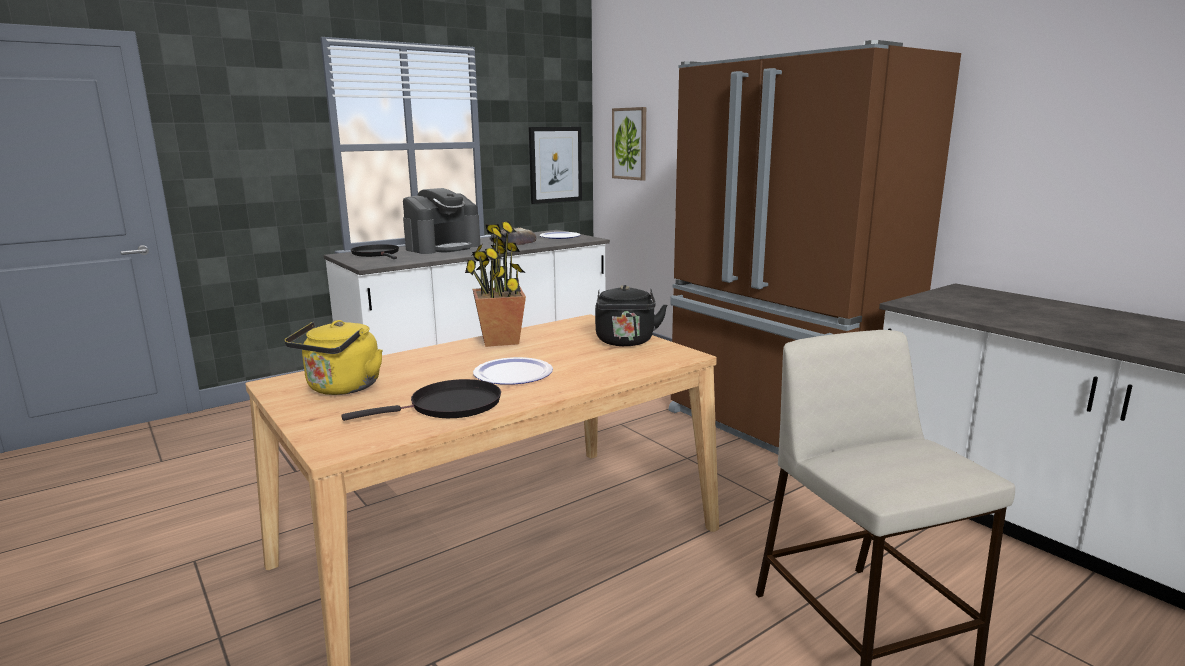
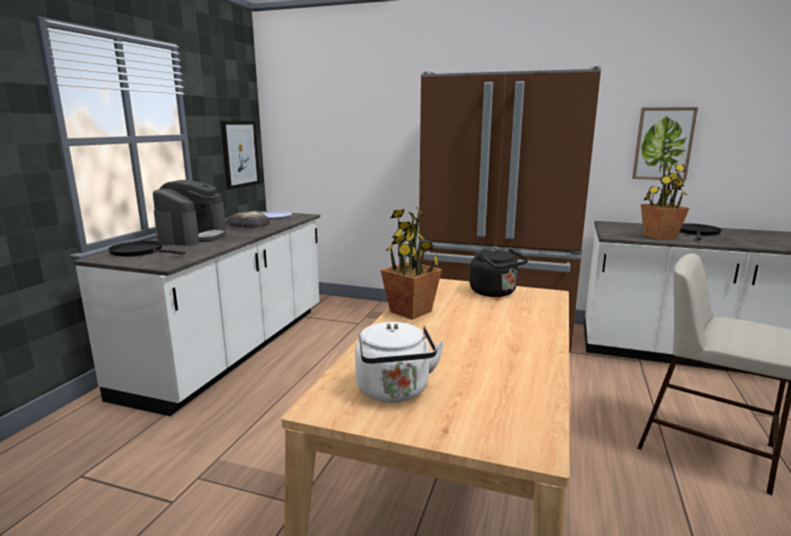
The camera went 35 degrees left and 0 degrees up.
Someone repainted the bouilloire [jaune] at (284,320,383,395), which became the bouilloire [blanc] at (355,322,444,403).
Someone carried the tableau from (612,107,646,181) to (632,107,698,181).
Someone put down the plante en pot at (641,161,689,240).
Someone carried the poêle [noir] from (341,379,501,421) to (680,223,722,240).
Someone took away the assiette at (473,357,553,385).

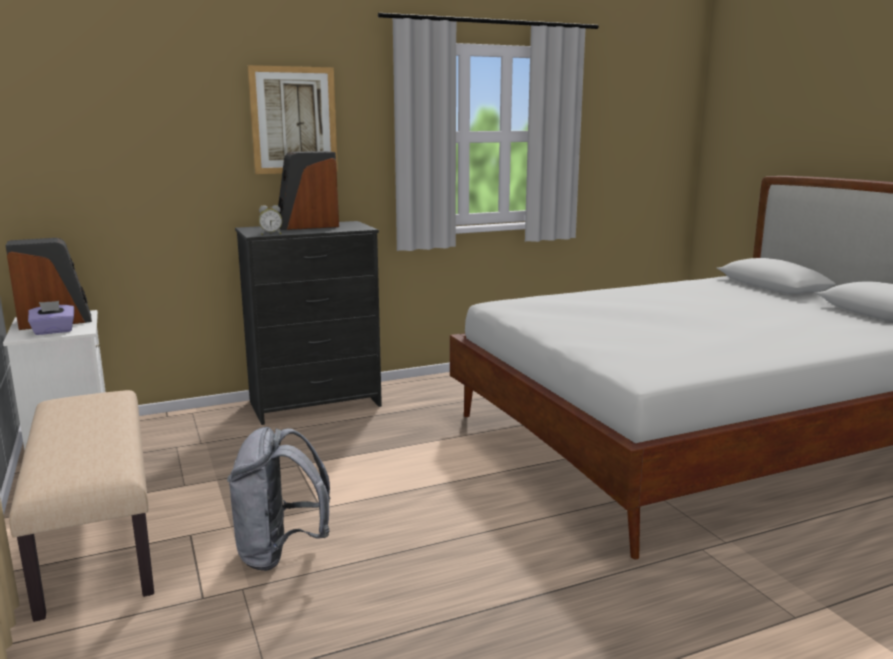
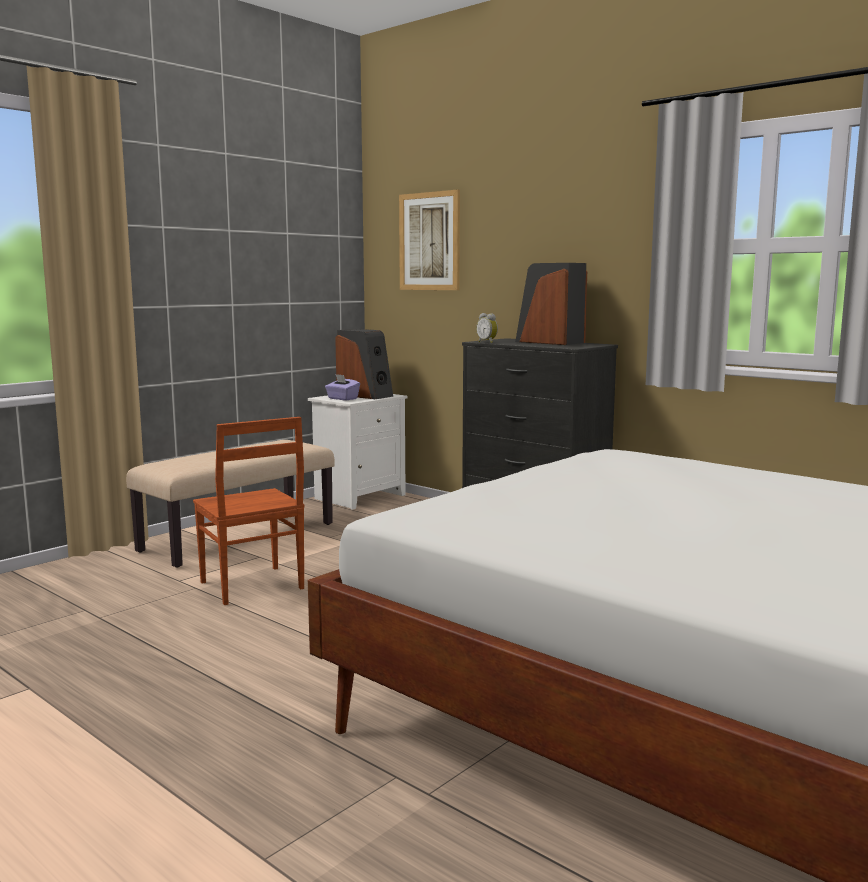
The camera went 65 degrees right and 5 degrees down.
Someone swapped the sac à dos [gris] at (227,427,330,571) for the chaise [marron] at (193,417,305,605).
Someone carried the tableau from (248,65,338,174) to (399,189,460,290).

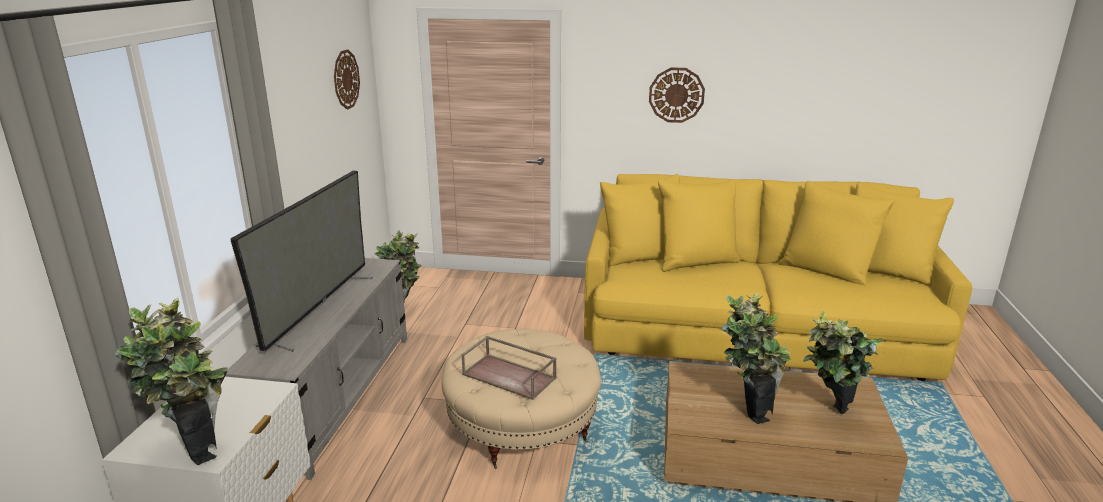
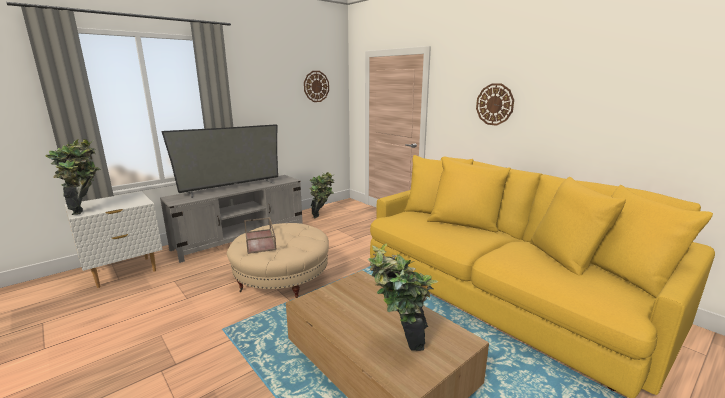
The camera went 40 degrees right and 5 degrees down.
Someone took away the plante en pot at (721,293,791,424).

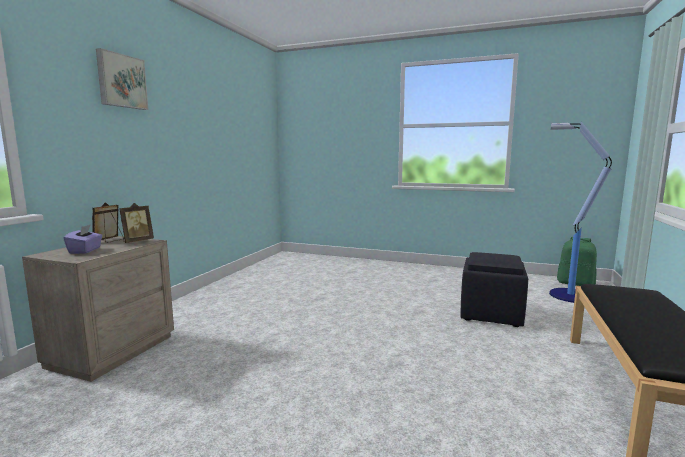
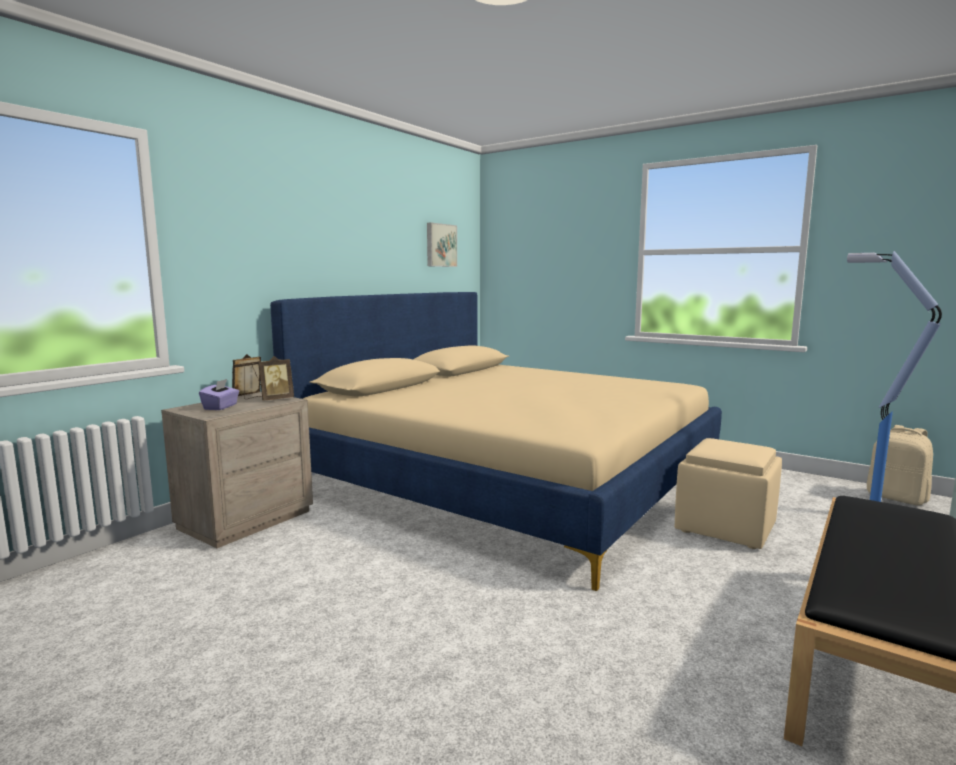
The camera went 15 degrees right and 0 degrees up.
Someone put down the lit [beige] at (270,292,722,591).
Someone carried the tableau from (96,48,149,110) to (427,223,457,267).
Someone repainted the pouf [noir] at (461,252,528,327), which became the pouf [beige] at (675,438,782,549).
Someone repainted the sac à dos [vert] at (557,237,597,286), which became the sac à dos [beige] at (867,425,933,506).

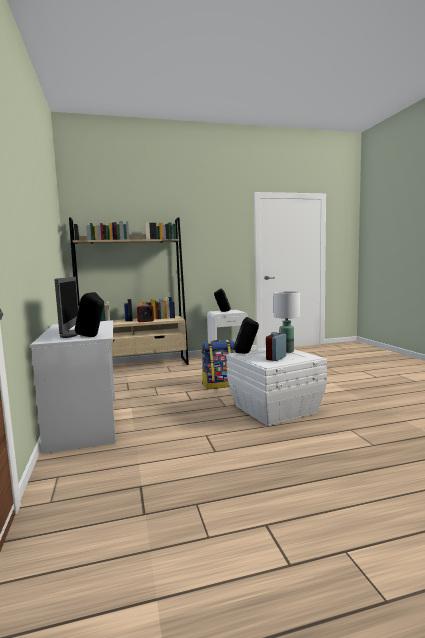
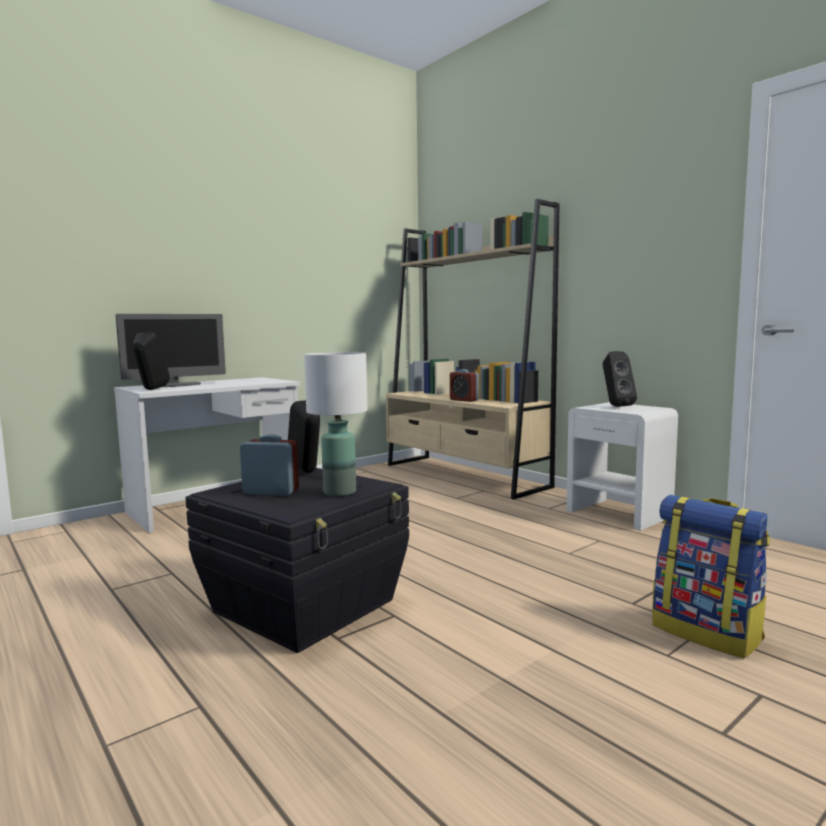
The camera went 65 degrees right and 0 degrees up.
Someone repainted the boîte de rangement [blanc] at (226,348,327,426), which became the boîte de rangement [noir] at (186,468,409,653).
Someone carried the sac à dos from (202,340,234,389) to (652,495,770,658).

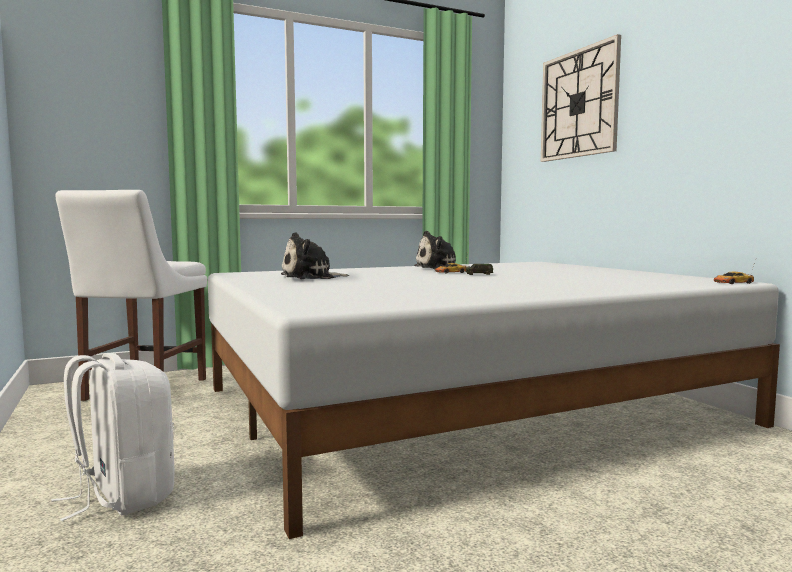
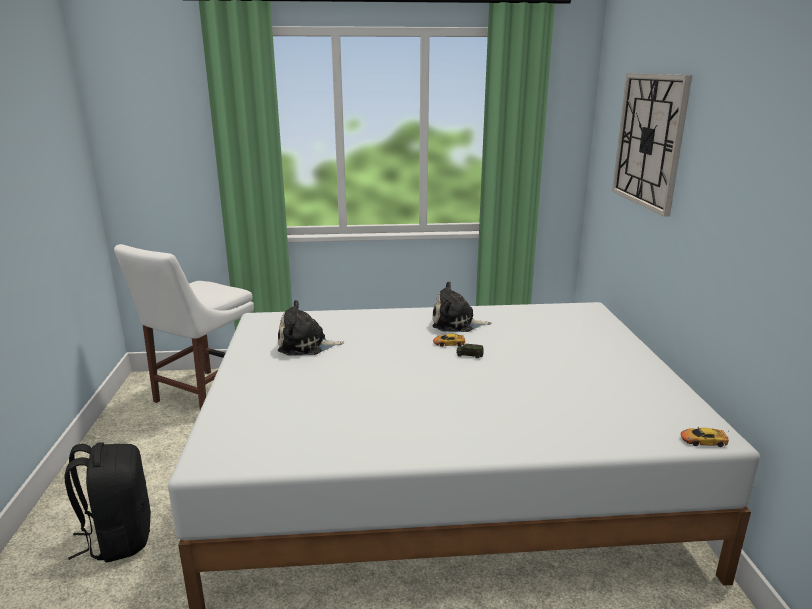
The camera went 20 degrees right and 15 degrees up.
Someone repainted the sac à dos [blanc] at (51,353,175,521), which became the sac à dos [noir] at (64,442,151,562).

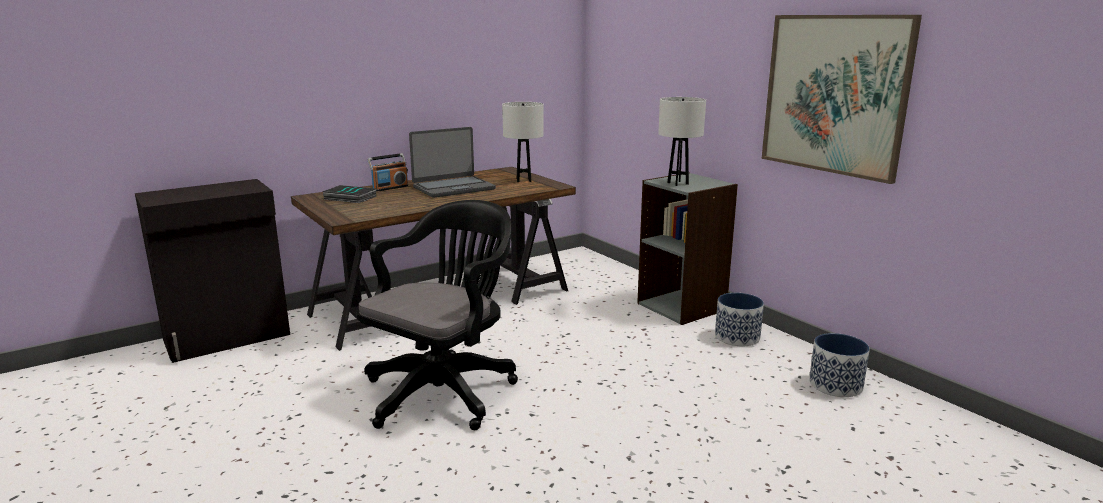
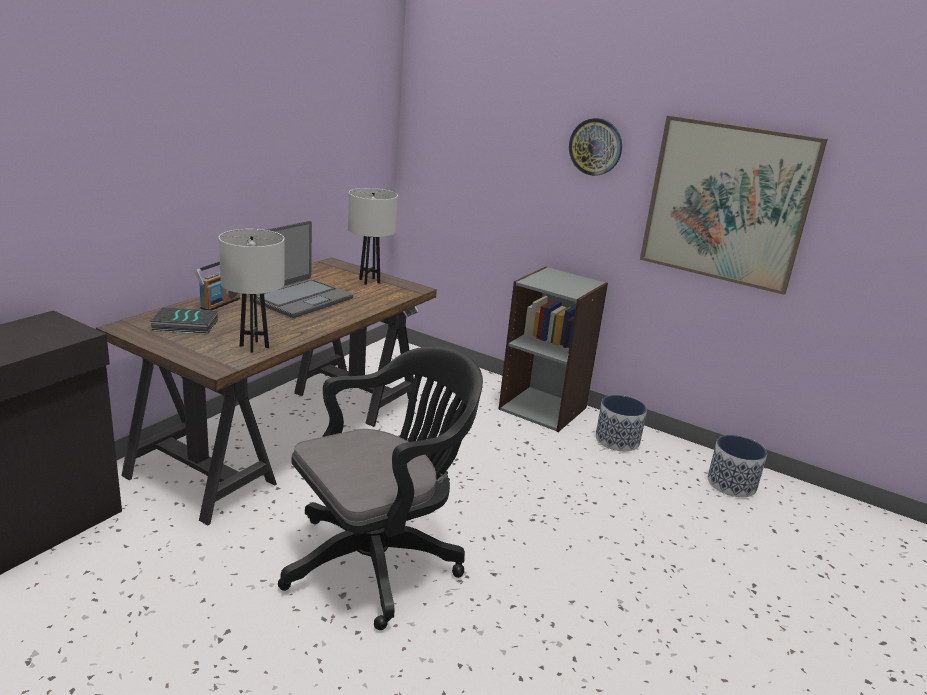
The camera went 25 degrees left and 5 degrees up.
Someone carried the lampe de table [blanc] from (658,97,706,186) to (219,229,284,353).
Someone rotated the chaise de bureau [noir] at (356,200,518,430) by 45 degrees clockwise.
Someone put up the horloge murale at (569,118,622,176).

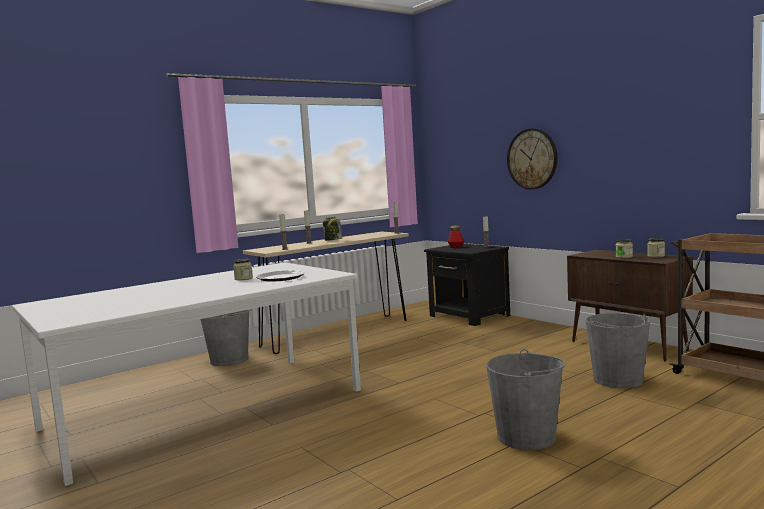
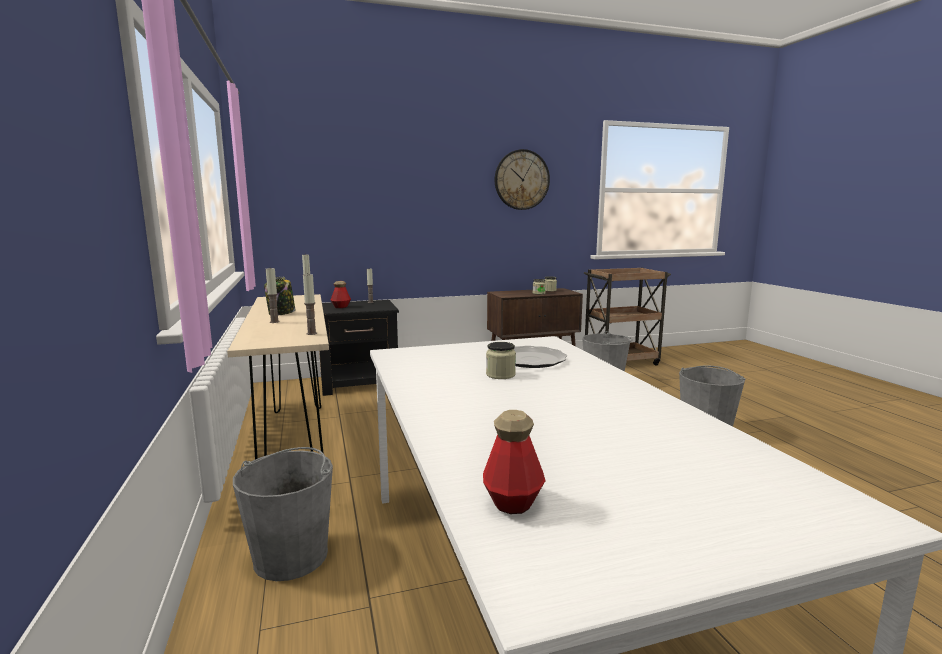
The camera went 70 degrees left and 5 degrees up.
Someone put down the bouteille at (483,410,546,514).
Someone carried the horloge murale from (507,128,557,189) to (495,149,550,210).

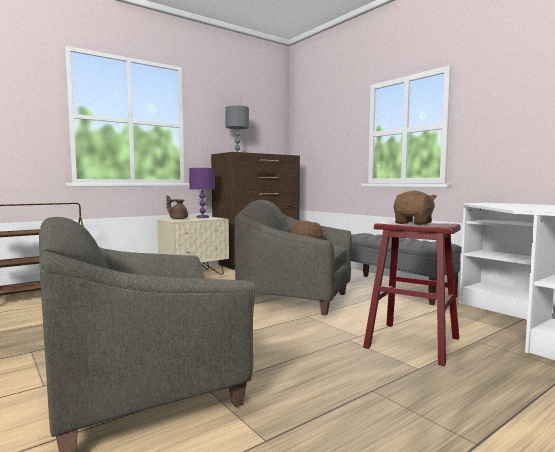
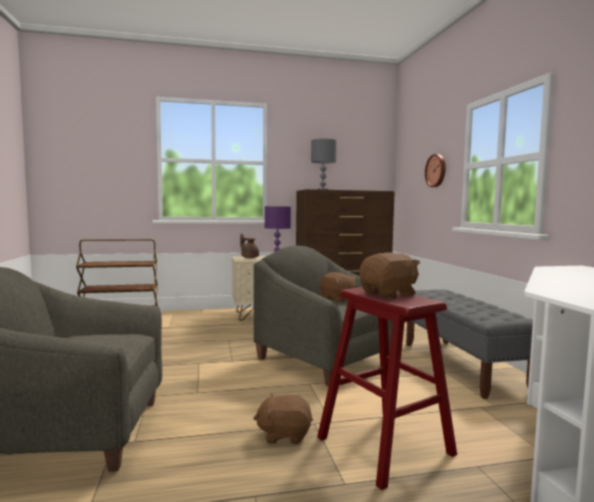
The camera went 25 degrees right and 0 degrees up.
Someone put down the peluche [marron] at (253,393,313,444).
Someone put up the horloge murale at (425,154,446,187).

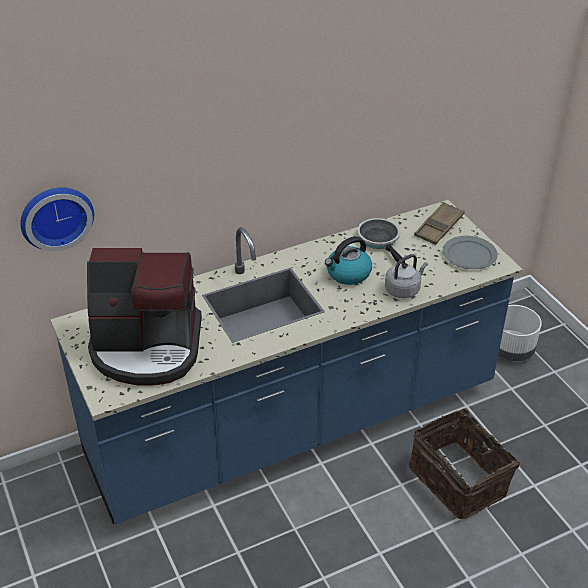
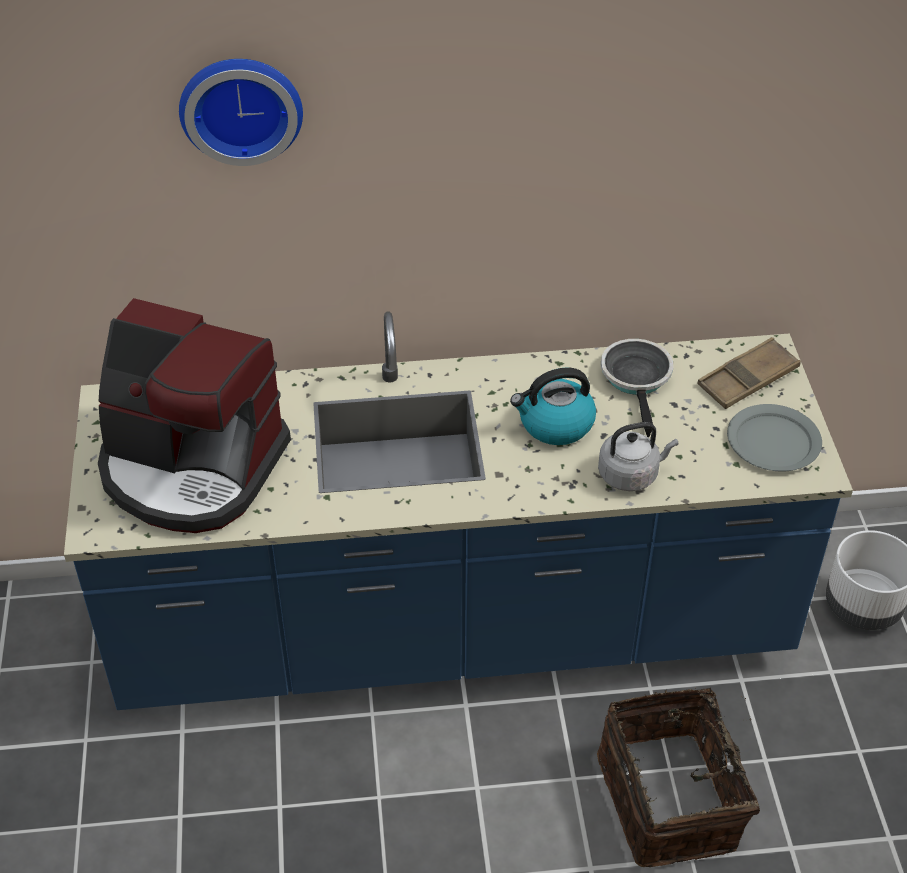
The camera went 20 degrees right and 5 degrees up.
Someone carried the horloge murale from (20,187,94,251) to (179,59,303,166).

